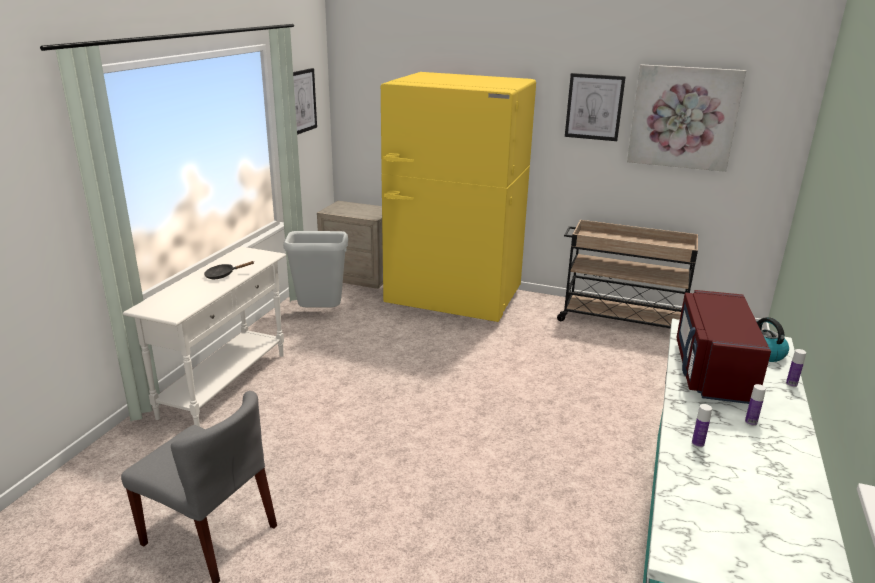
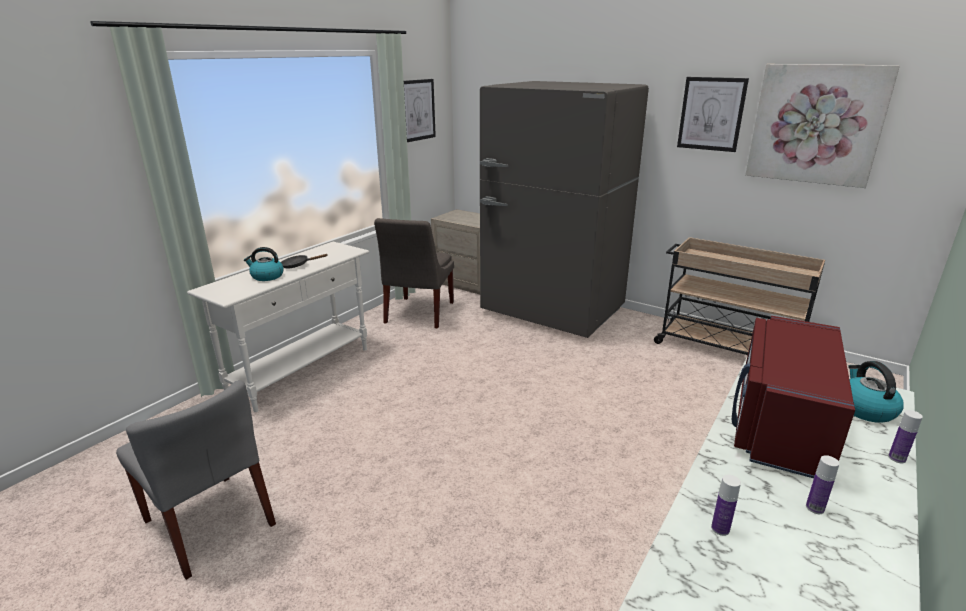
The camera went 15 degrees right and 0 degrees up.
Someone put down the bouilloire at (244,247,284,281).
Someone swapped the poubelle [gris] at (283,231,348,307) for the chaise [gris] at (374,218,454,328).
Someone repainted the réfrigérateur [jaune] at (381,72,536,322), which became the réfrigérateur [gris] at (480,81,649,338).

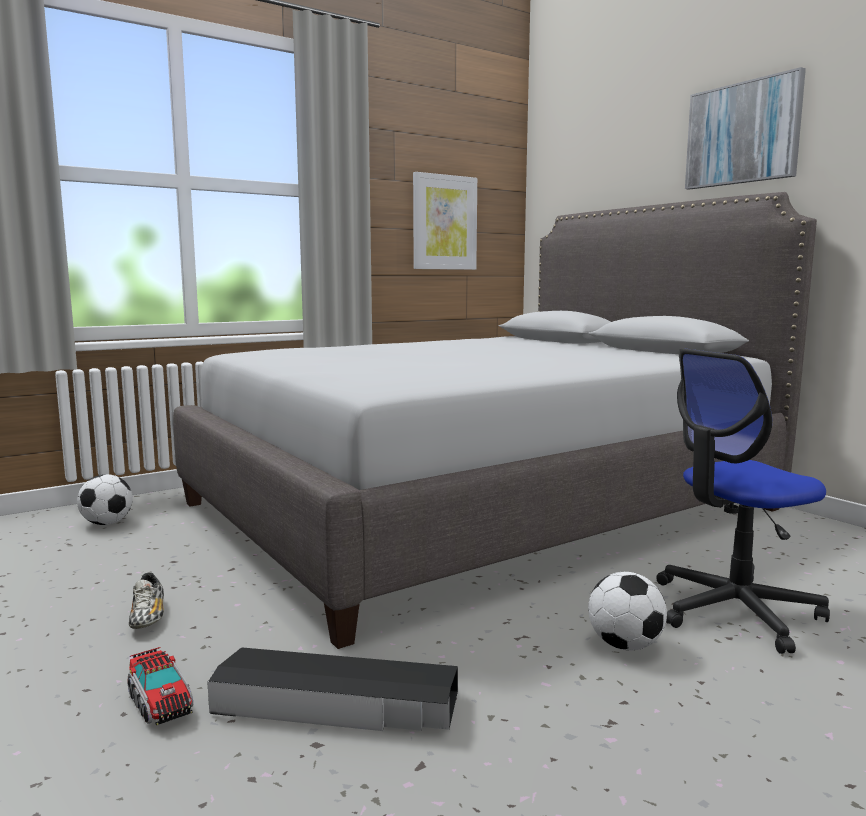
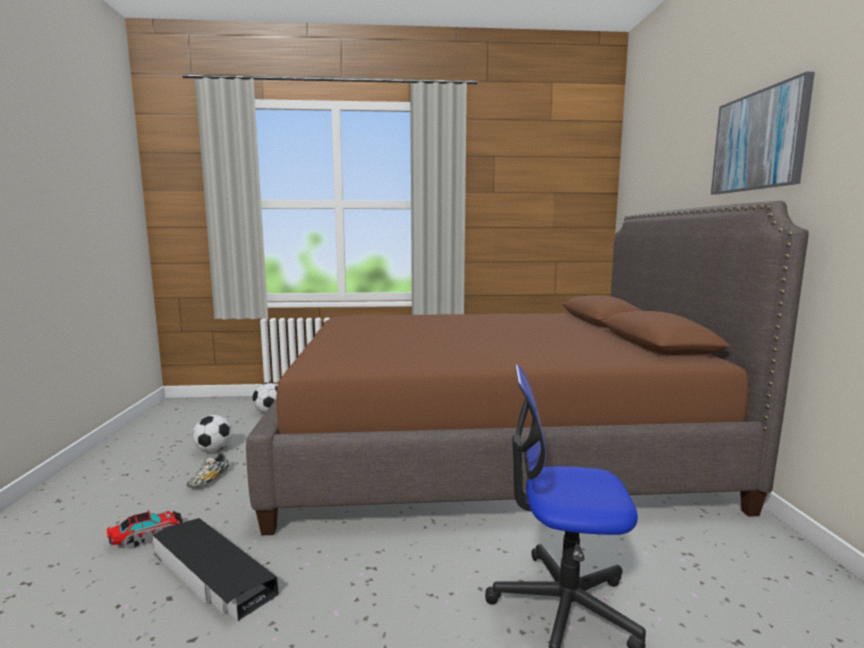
The camera went 30 degrees right and 0 degrees up.
Someone rotated the camion jouet at (128,647,193,725) by 120 degrees counterclockwise.
Someone carried the ballon de foot from (588,572,667,651) to (193,415,233,452).
Someone repainted the lit [gris] at (173,192,817,649), which became the lit [marron] at (246,201,809,535).
Someone took away the tableau at (413,172,477,270).

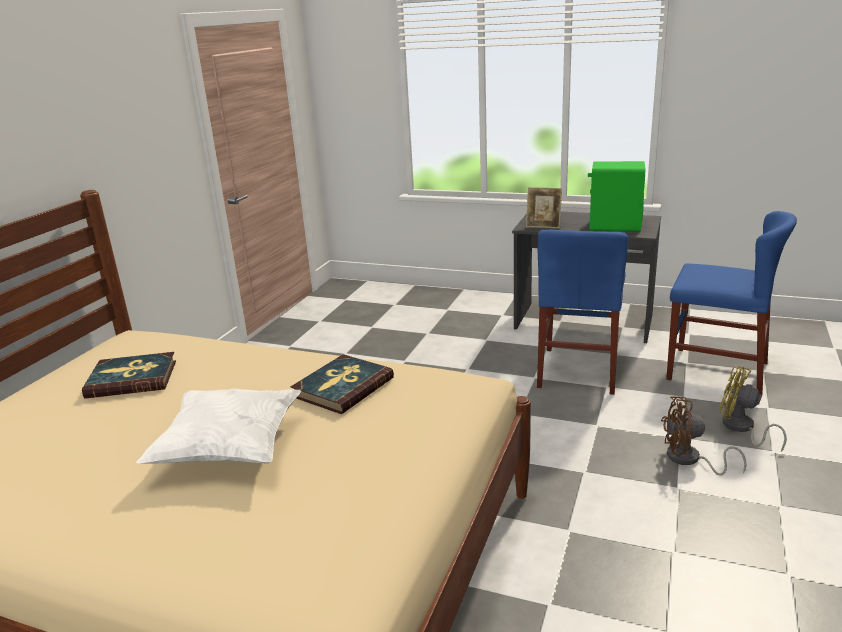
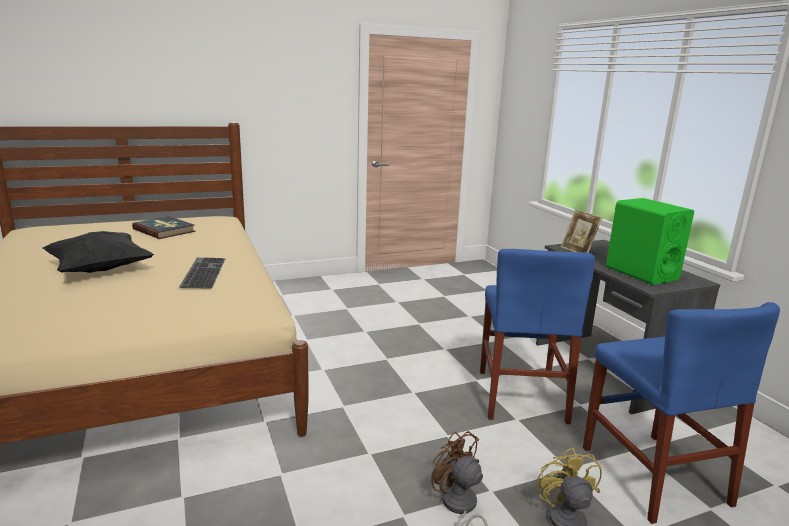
The camera went 45 degrees right and 5 degrees down.
Someone repainted the coussin [blanc] at (136,388,301,464), which became the coussin [noir] at (42,231,154,273).
Someone swapped the livre at (291,354,394,414) for the clavier at (179,258,226,288).
Someone rotated the chaise [bleu] at (537,230,628,395) by 60 degrees counterclockwise.

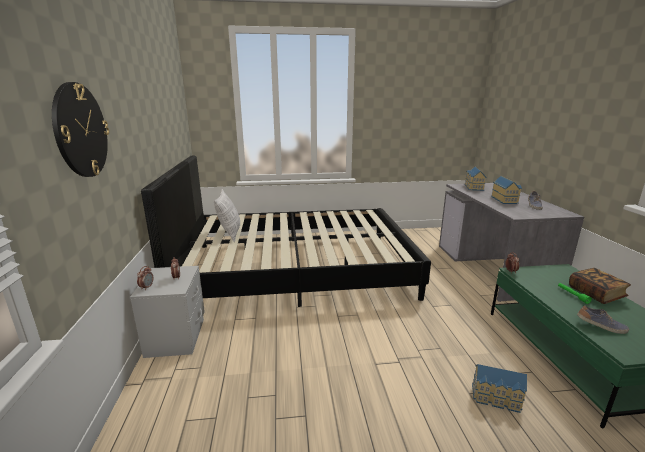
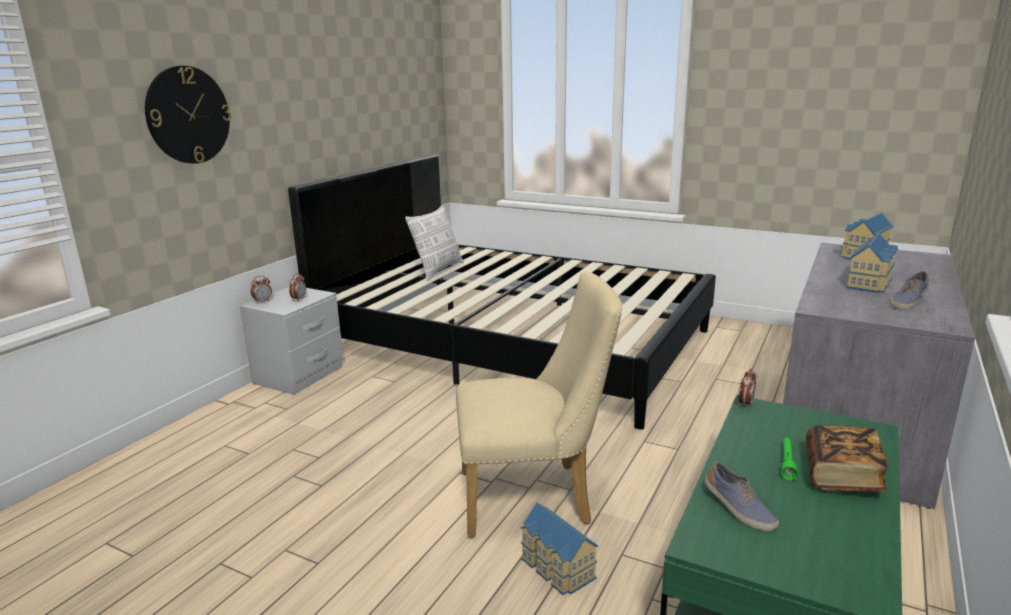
The camera went 35 degrees right and 0 degrees up.
Someone put down the chaise [beige] at (456,271,622,538).

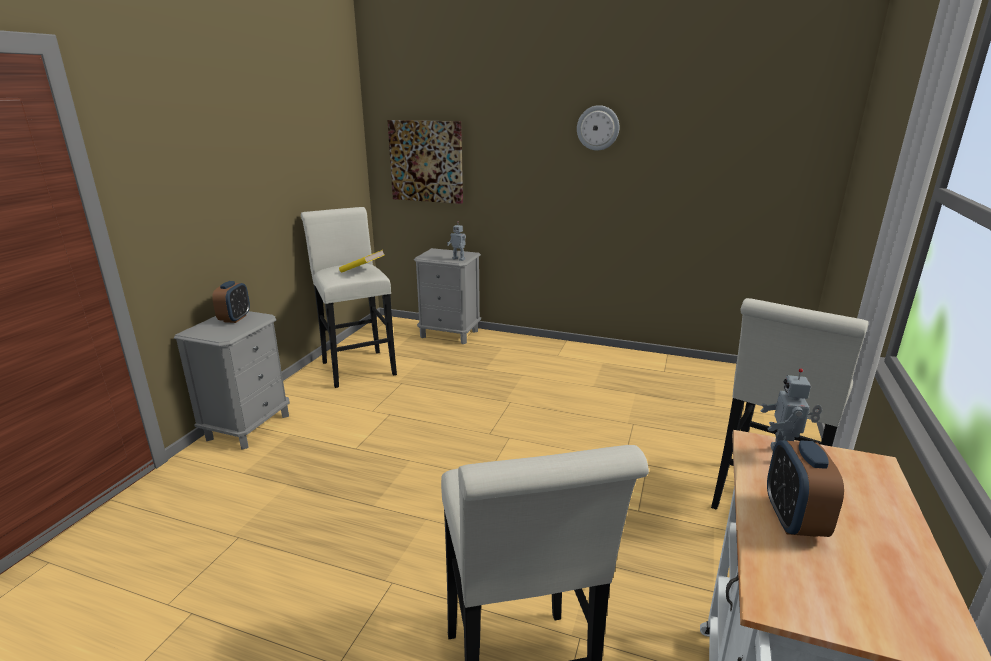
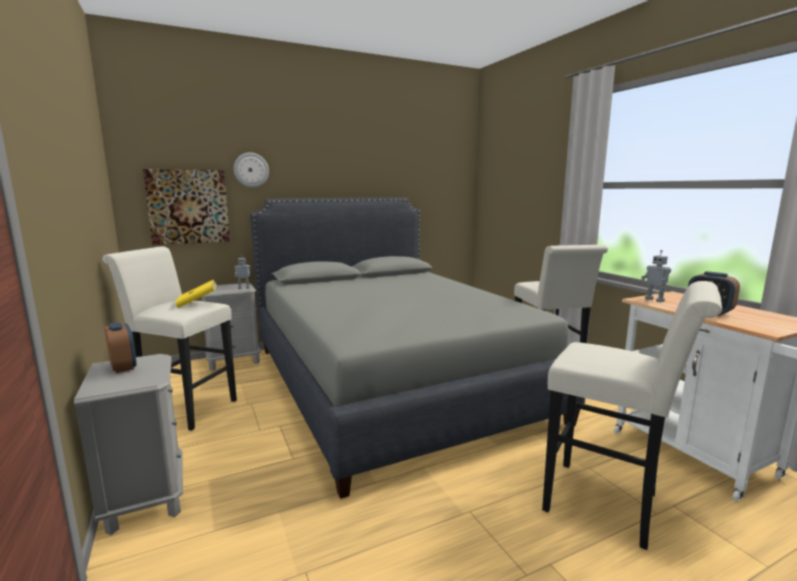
The camera went 45 degrees left and 10 degrees down.
Someone carried the horloge murale from (577,105,619,151) to (234,153,269,188).
Someone put down the lit [gris] at (250,197,585,499).

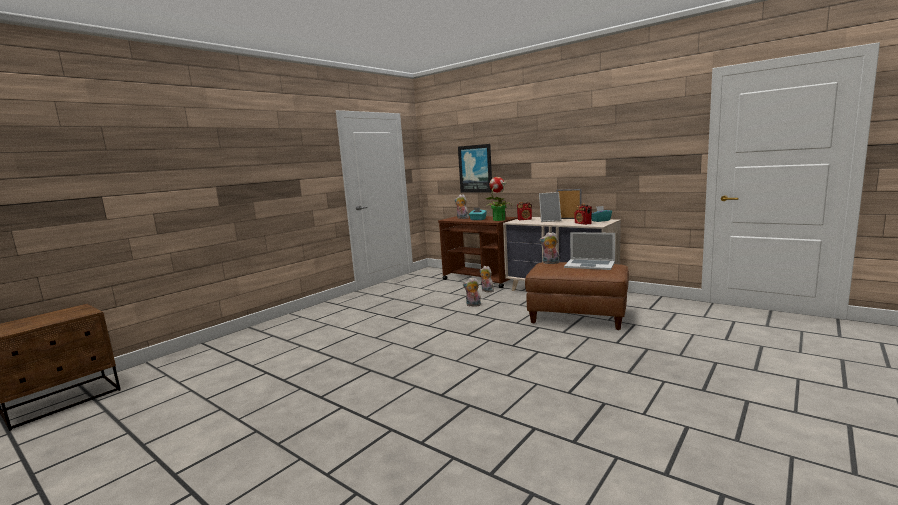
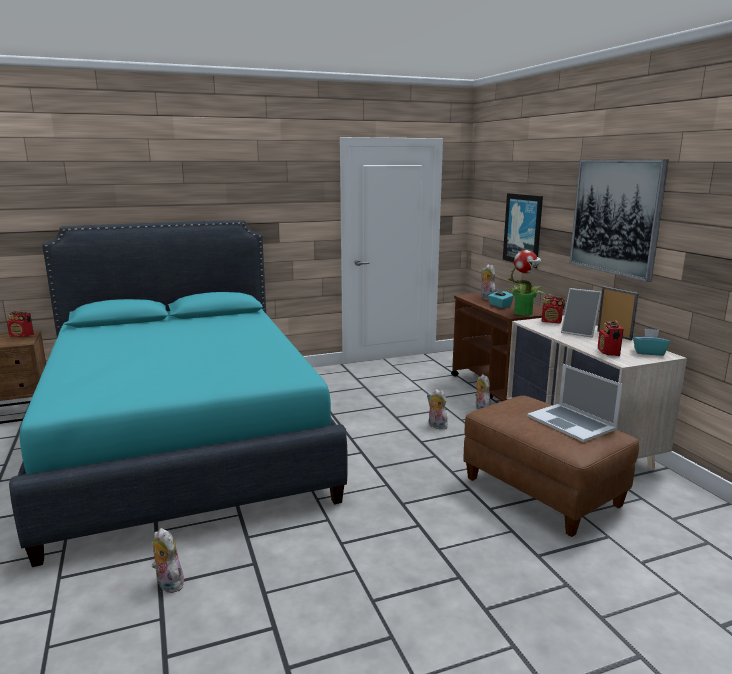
The camera went 30 degrees right and 5 degrees up.
Someone put down the radio at (7,310,34,337).
Someone put down the lit [turquoise] at (9,220,348,567).
Someone carried the peluche from (539,232,559,264) to (152,528,184,593).
Someone put up the tableau at (570,159,669,282).

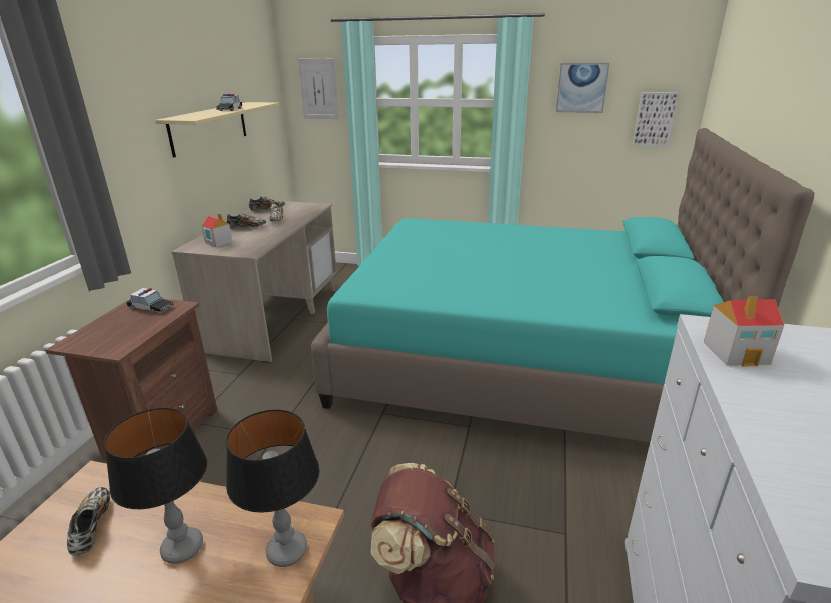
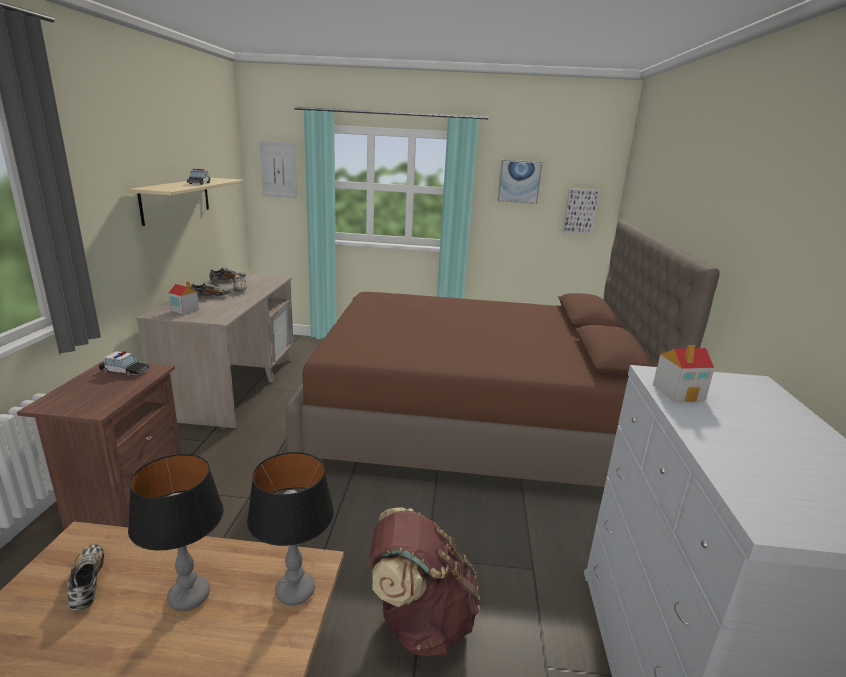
The camera went 10 degrees left and 5 degrees down.
Someone repainted the lit [turquoise] at (311,128,814,442), which became the lit [marron] at (286,220,720,487).

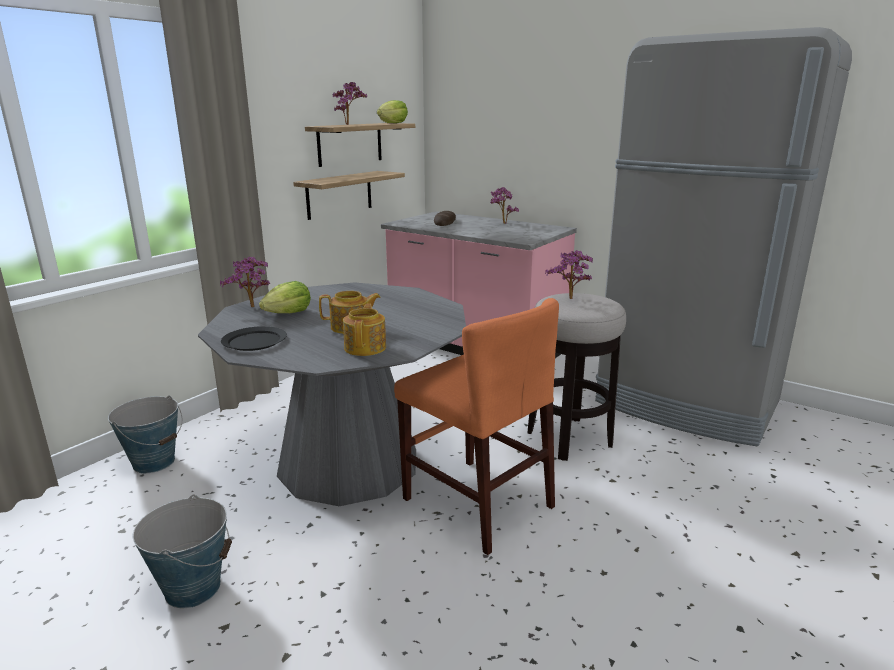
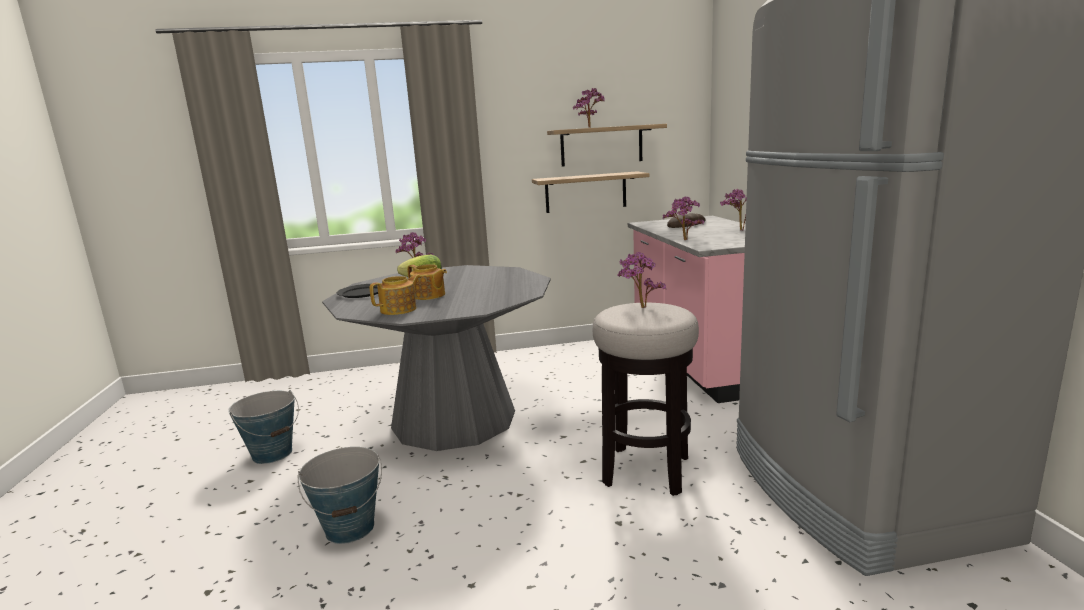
The camera went 45 degrees right and 5 degrees down.
Someone carried the seau from (108,396,182,473) to (298,447,382,544).
Someone put down the plante en pot at (663,196,704,240).
Someone took away the laitue at (377,100,408,123).
Someone took away the chaise [orange] at (394,298,559,555).

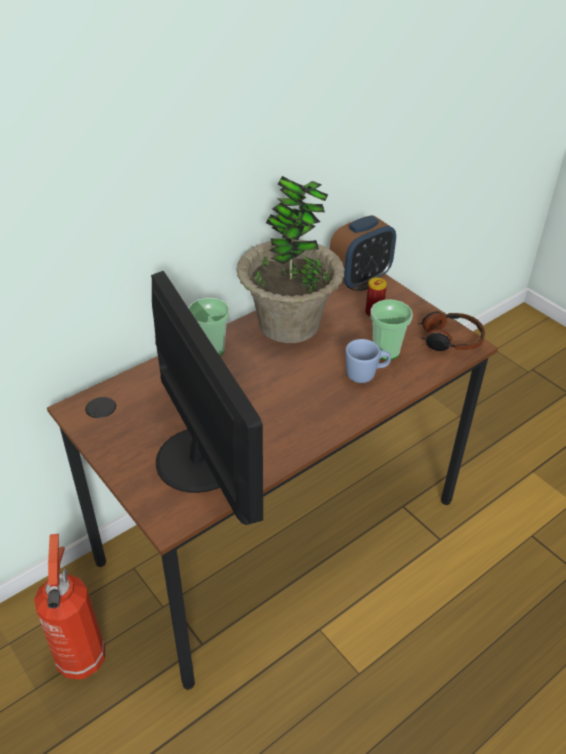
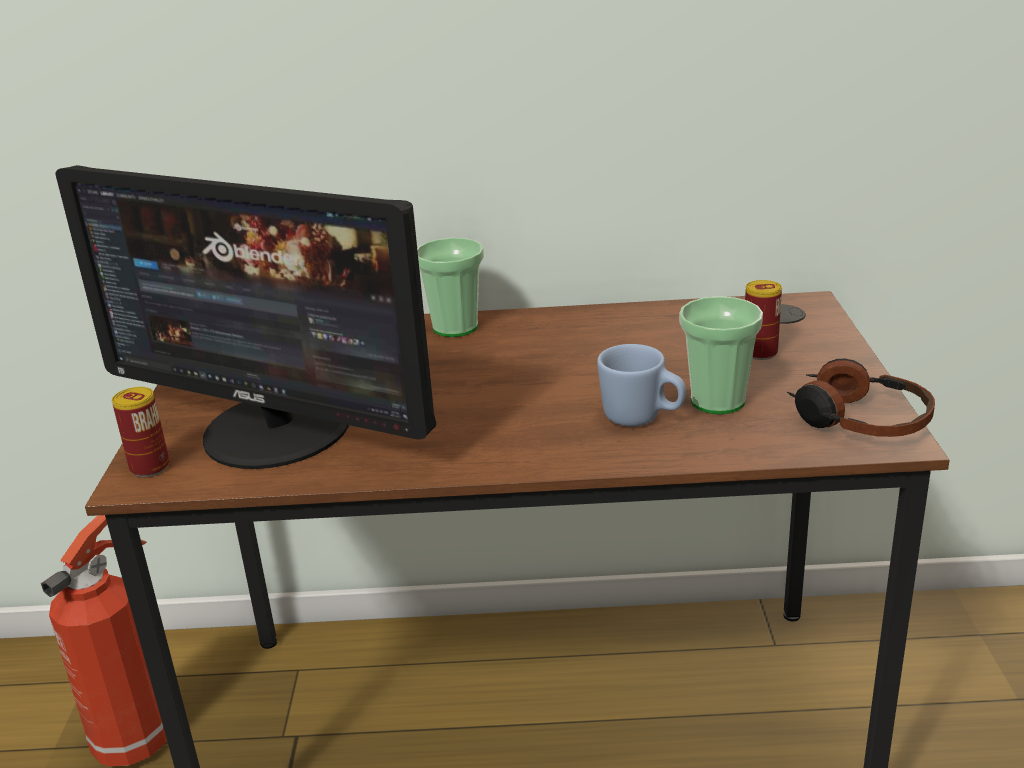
The camera went 40 degrees right and 15 degrees down.
Someone rotated the écran d'ordinateur at (151,271,263,525) by 105 degrees clockwise.
Someone put down the boîte métallique at (112,387,170,477).
Someone took away the plante en pot at (237,176,345,343).
Someone took away the réveil at (330,215,396,290).

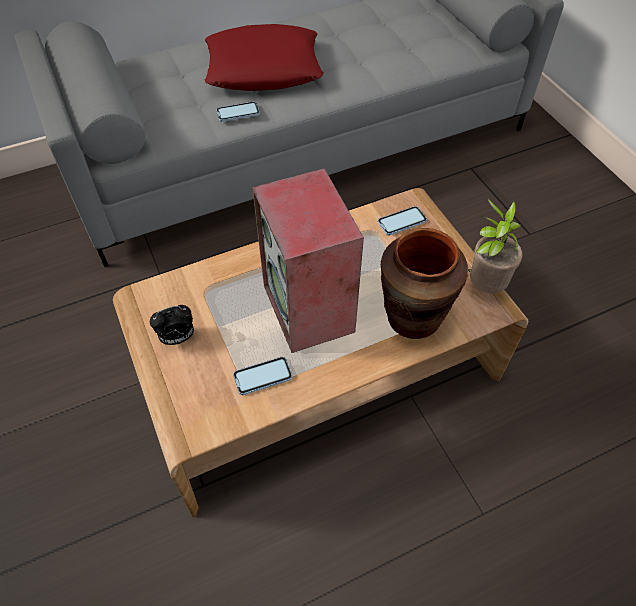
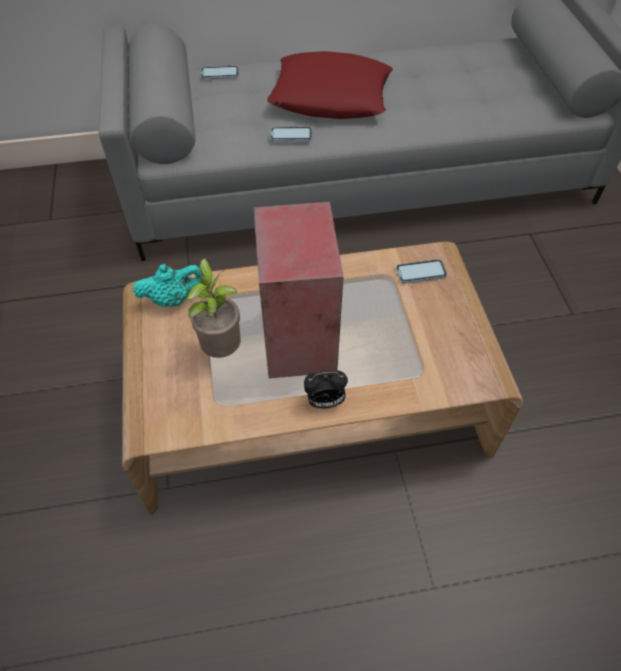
The camera went 15 degrees right and 0 degrees up.
Someone put down the théière [turquoise] at (132,264,204,307).
Someone carried the plante en pot from (468,199,522,293) to (186,258,241,358).
Someone carried the téléphone from (233,357,292,395) to (201,66,239,79).
Someone carried the réveil from (150,305,194,345) to (304,371,348,408).
Someone took away the vase [marron] at (380,228,468,339).

